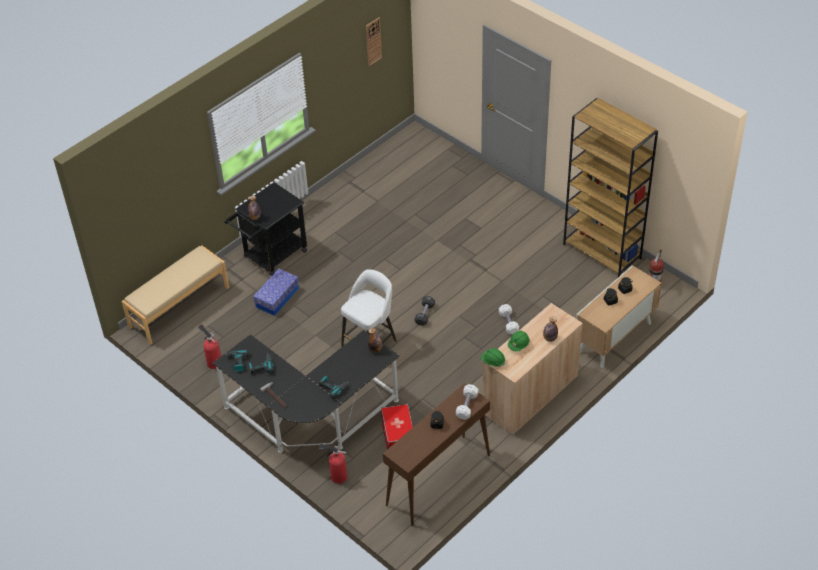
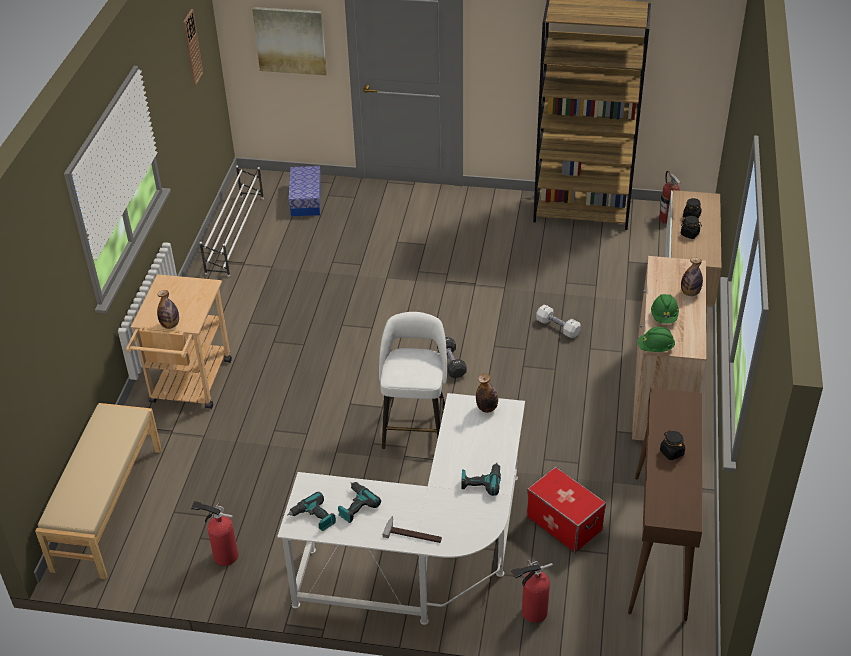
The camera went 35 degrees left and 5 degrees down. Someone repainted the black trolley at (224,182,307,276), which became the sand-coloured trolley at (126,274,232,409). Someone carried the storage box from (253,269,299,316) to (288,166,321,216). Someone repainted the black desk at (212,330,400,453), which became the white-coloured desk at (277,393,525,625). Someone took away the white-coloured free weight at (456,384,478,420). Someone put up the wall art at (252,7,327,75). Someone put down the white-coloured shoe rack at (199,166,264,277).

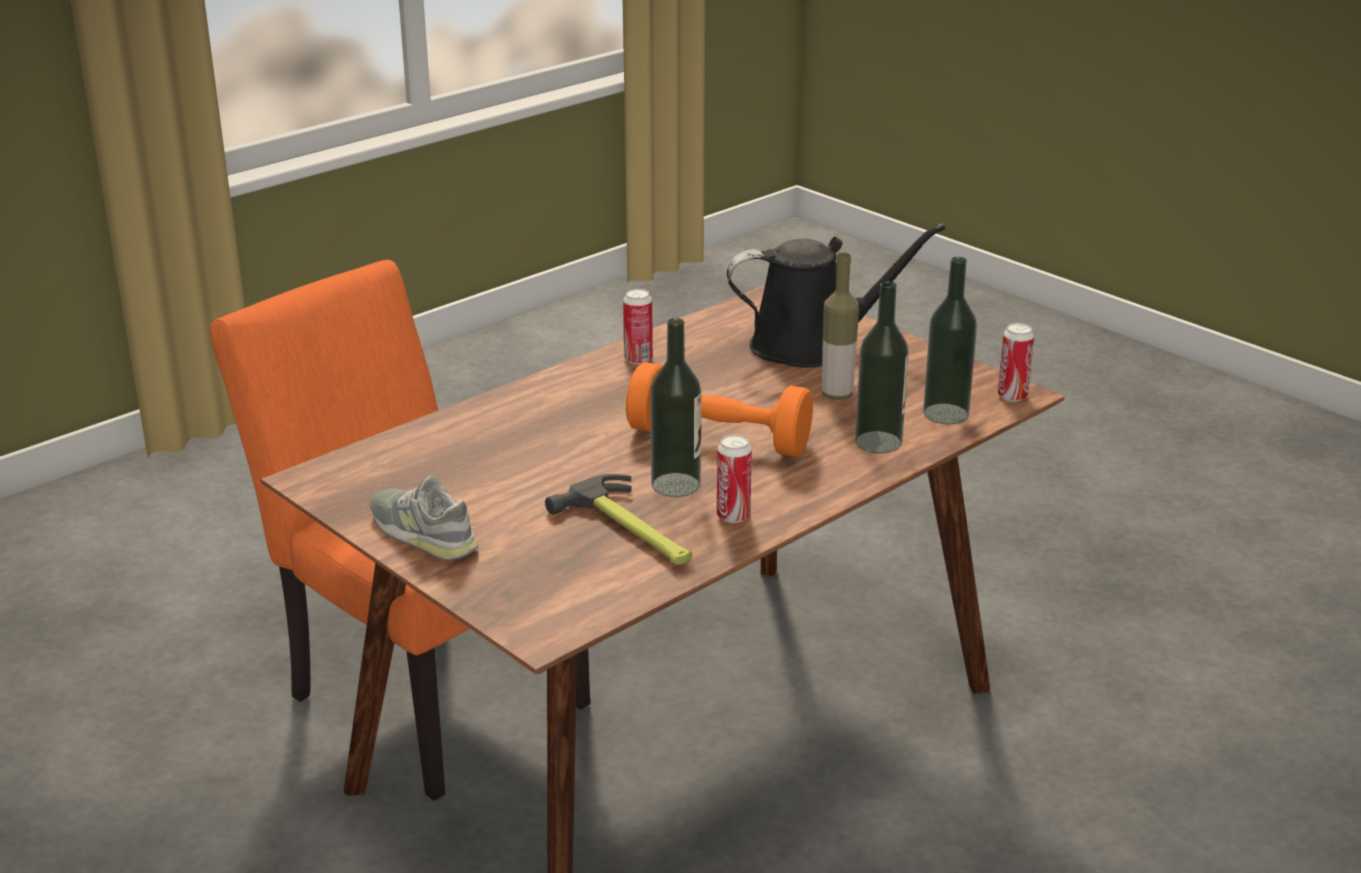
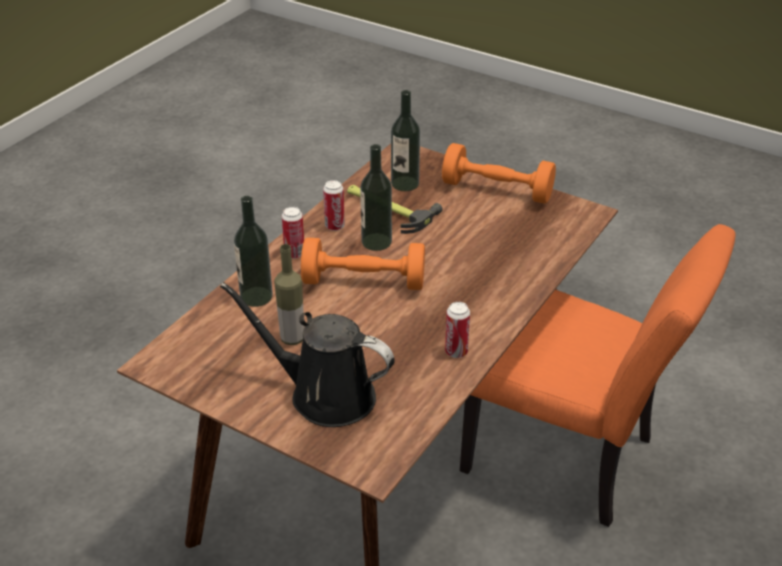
The camera went 165 degrees right and 10 degrees up. Someone rotated the black watering can at (727,224,945,368) by 45 degrees clockwise. Someone carried the bottle from (923,257,977,425) to (391,90,420,191). Someone carried the metal can from (998,323,1034,402) to (282,207,304,259). Someone swapped the gray shoe at (370,475,478,560) for the orange free weight at (442,143,556,204).

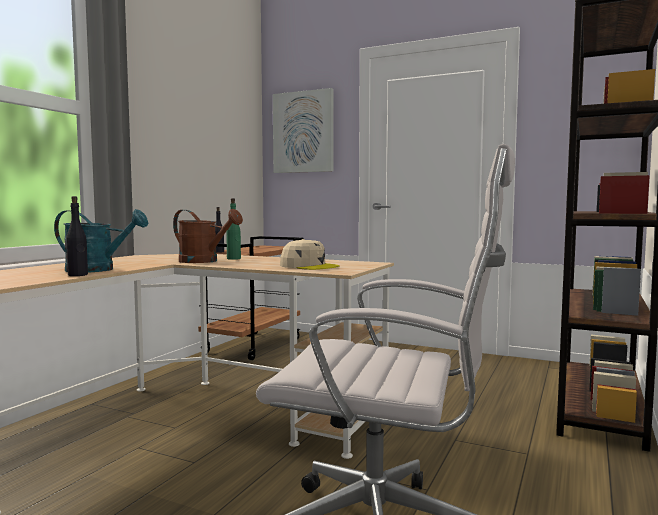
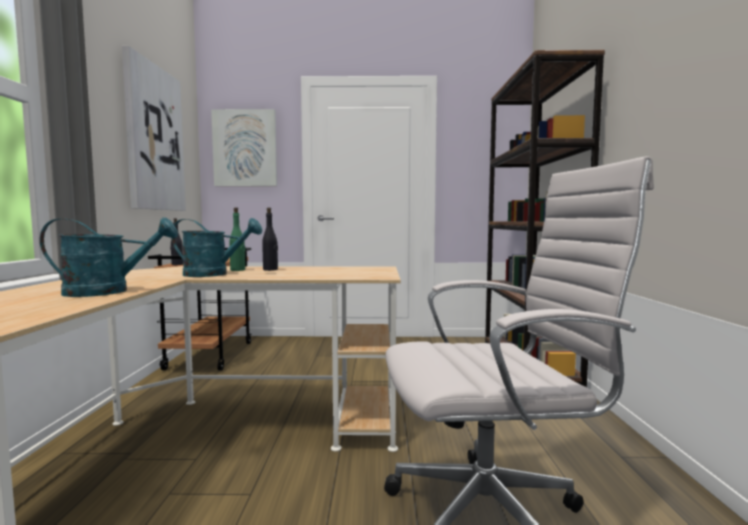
The camera went 25 degrees left and 0 degrees up. Someone carried the black bottle from (66,196,88,276) to (262,208,278,271). Someone repainted the brownish watering can at (173,209,243,263), which became the blue-green watering can at (171,218,262,277). Someone took away the sand-coloured cap at (280,239,340,270). Someone put up the wall art at (122,46,186,211).

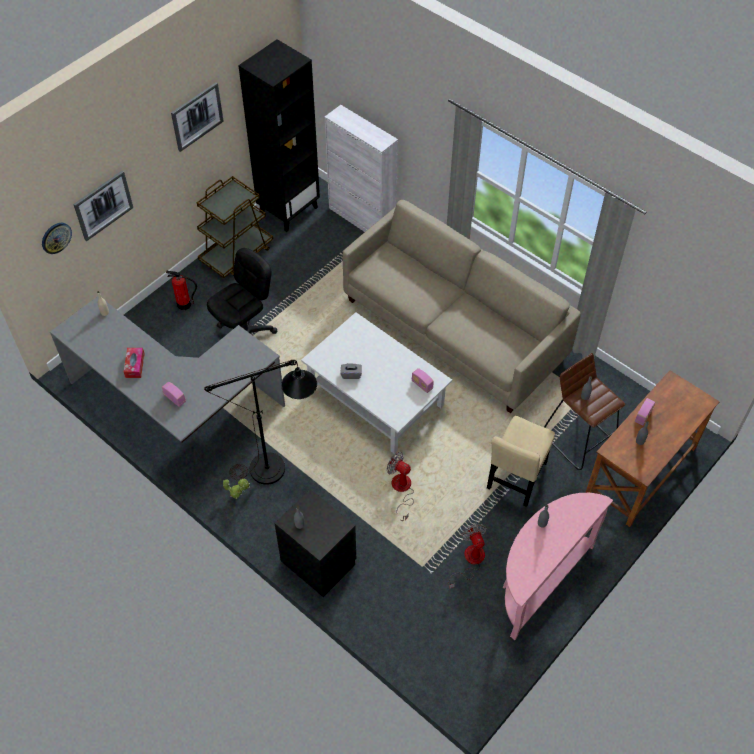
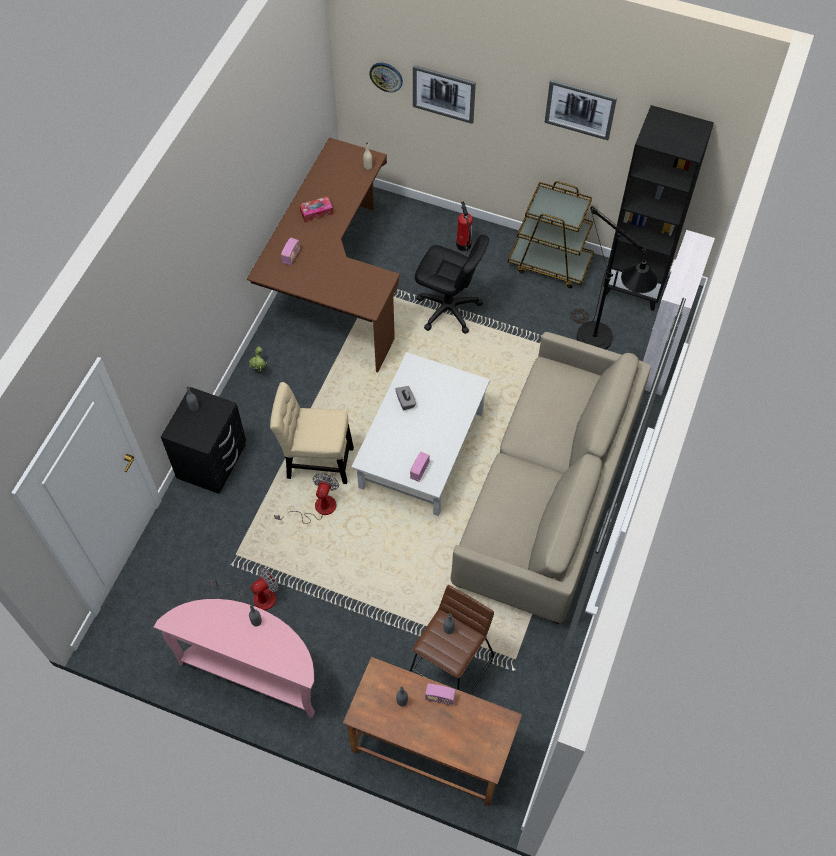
The camera went 70 degrees right and 5 degrees up. Someone repainted the gray desk at (50,296,285,442), which became the brownish desk at (247,137,400,373). Someone carried the black floor lamp from (204,360,317,485) to (570,206,658,350). Someone carried the sand-coloured upright chair from (487,416,555,507) to (270,382,354,484).

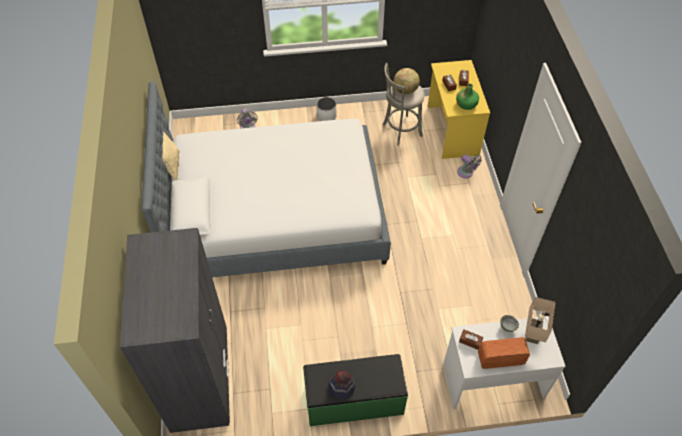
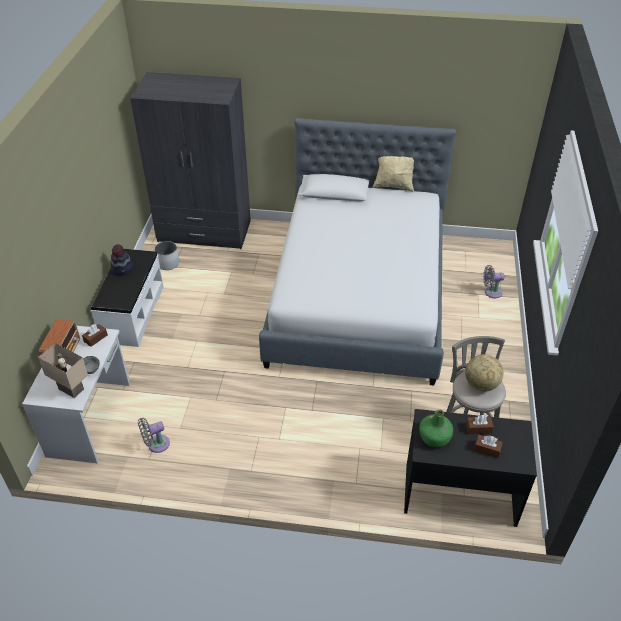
The camera went 105 degrees right and 10 degrees down. Someone repainted the yellow desk at (428,60,490,159), which became the black desk at (404,409,537,527). Someone carried the white-coloured planter from (317,97,337,121) to (154,241,179,270). Someone carried the gray fan from (457,154,482,178) to (138,418,170,453). Someone repainted the green indoor bench at (303,354,408,426), which became the white-coloured indoor bench at (91,249,164,347).

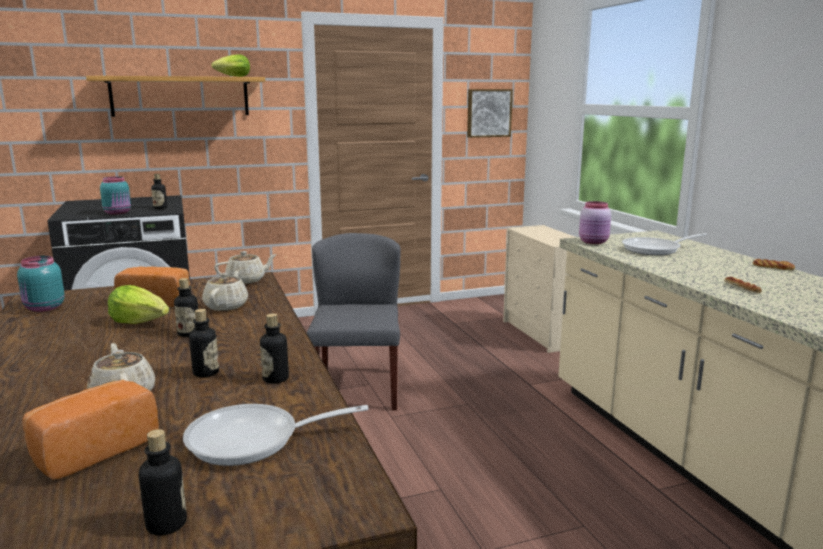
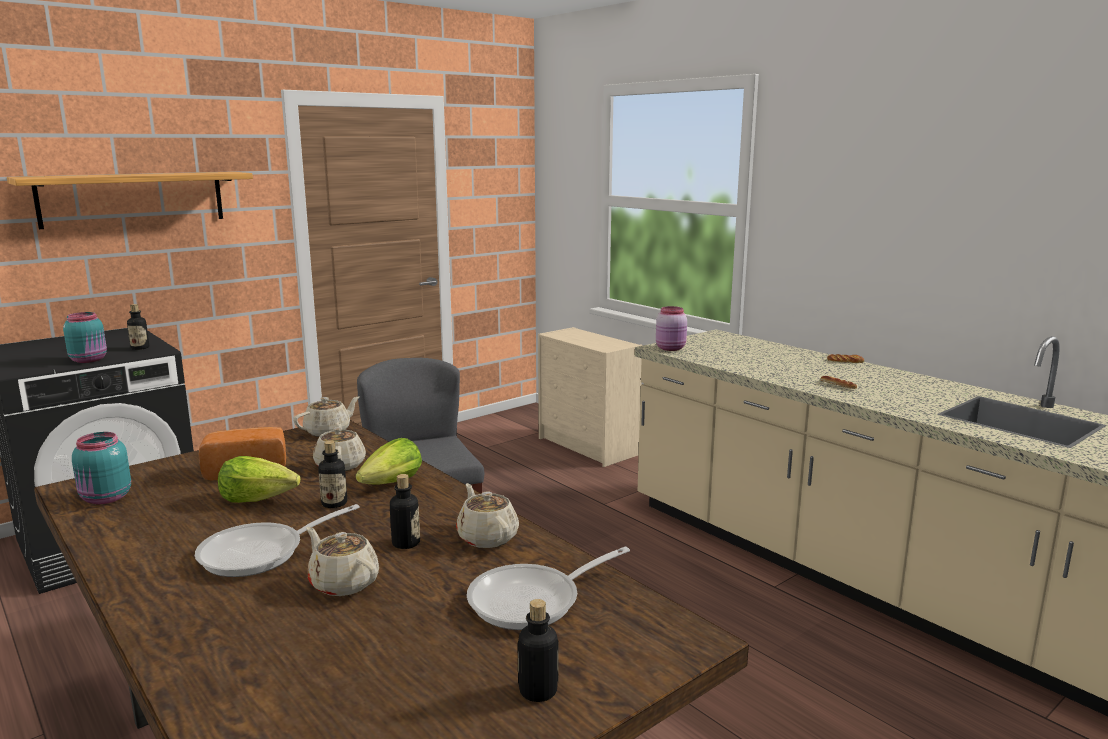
The camera went 20 degrees left and 0 degrees up. Someone carried the head of lettuce from (211,54,250,77) to (356,438,422,485). Someone took away the wall art at (467,89,513,138). Someone carried the skillet from (622,233,707,256) to (195,504,360,577). Someone swapped the bottle at (260,313,289,384) for the sand-coloured teapot at (456,483,519,548). Someone took away the bakery bread at (22,380,159,480).

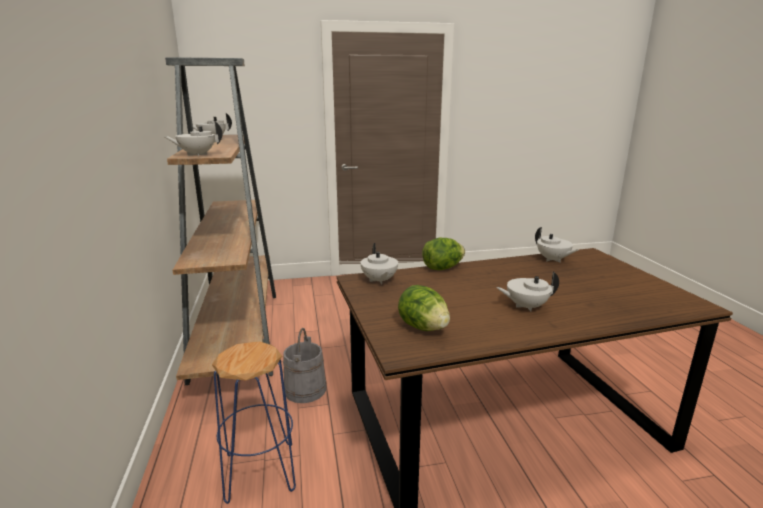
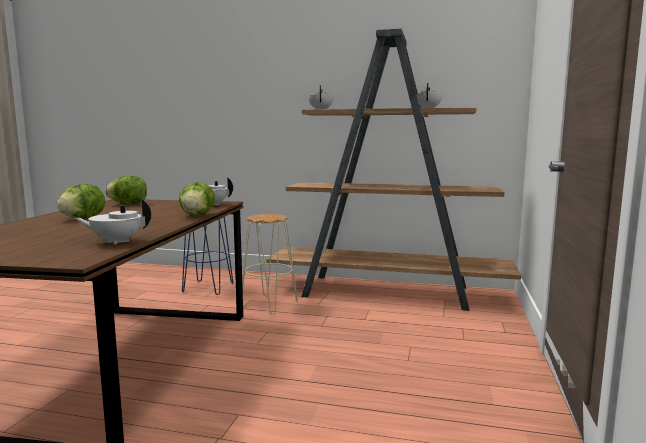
The camera went 115 degrees right and 10 degrees down. Someone swapped the white-coloured teapot at (496,271,559,311) for the head of lettuce at (56,184,105,218). Someone swapped the gray bucket at (283,328,326,403) for the sand-coloured stool seat at (242,214,298,314).

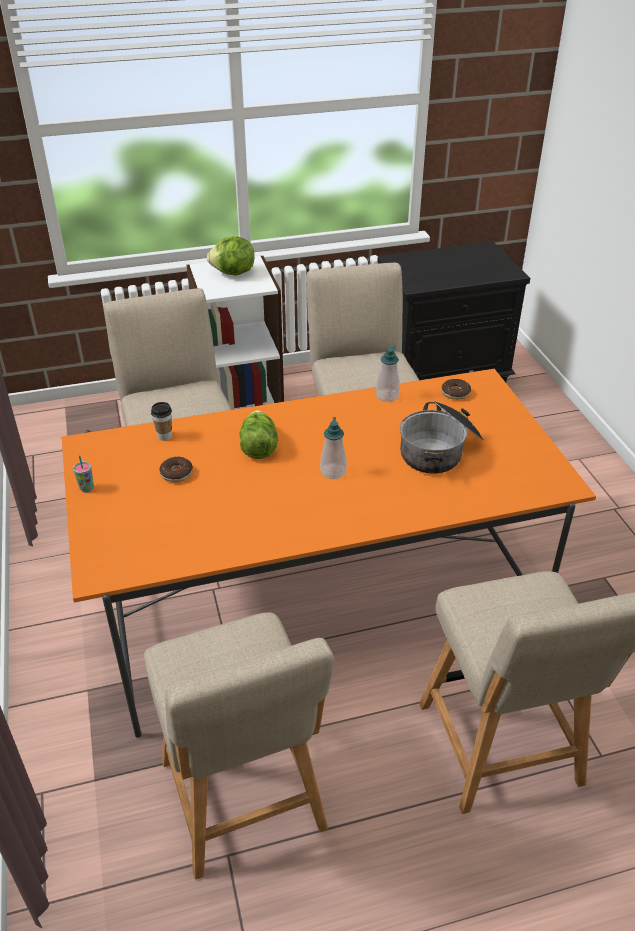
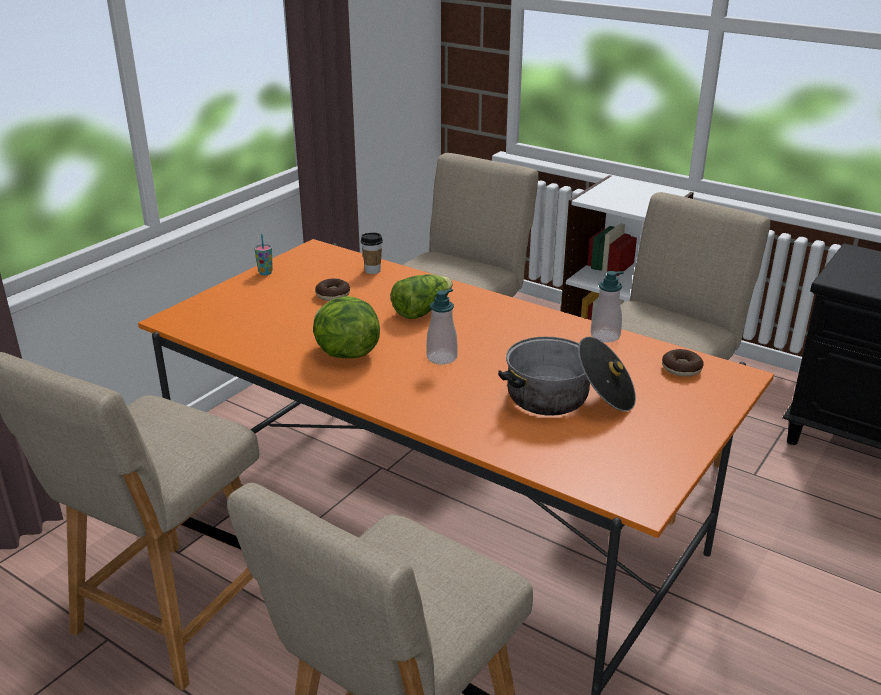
The camera went 50 degrees right and 10 degrees down. Someone carried the head of lettuce from (207,236,255,276) to (313,296,380,358).

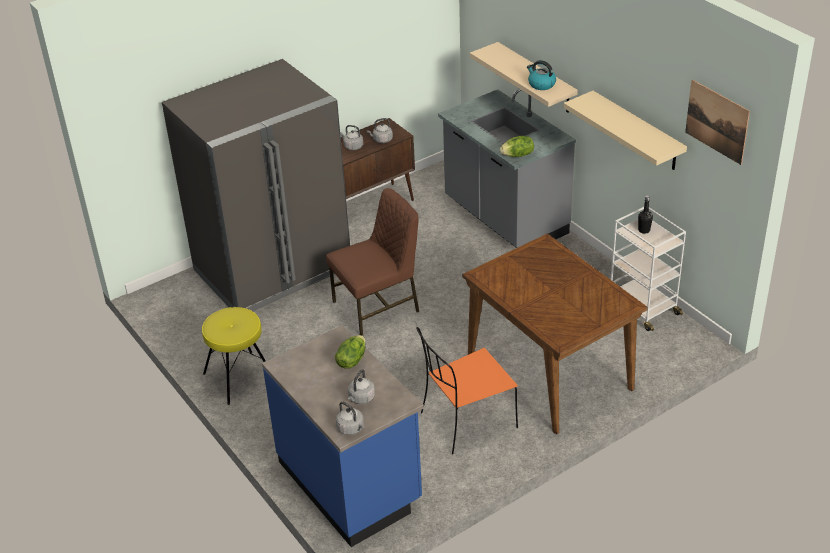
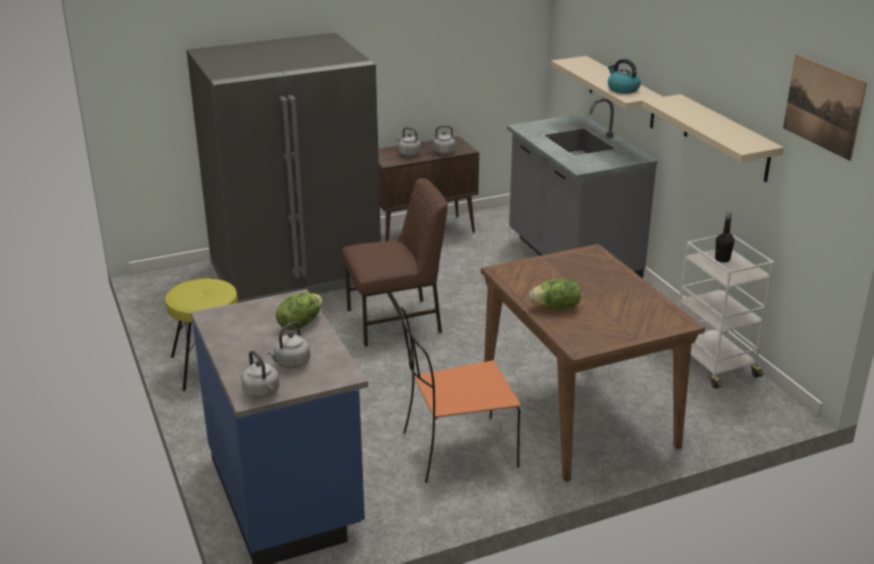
The camera went 10 degrees right and 10 degrees down. Someone carried the head of lettuce from (500,136,534,157) to (529,279,581,309).

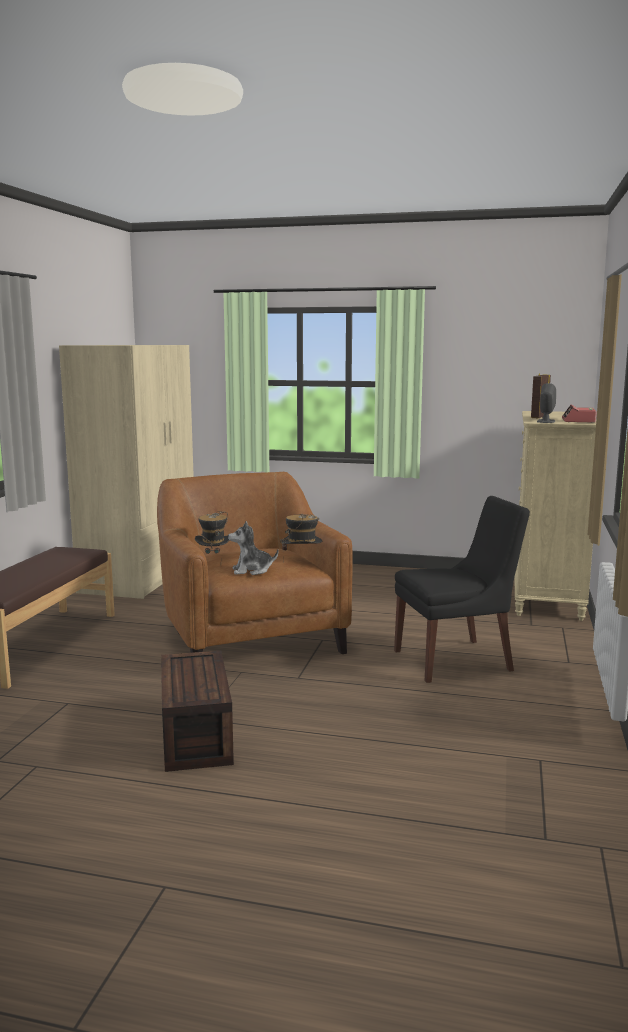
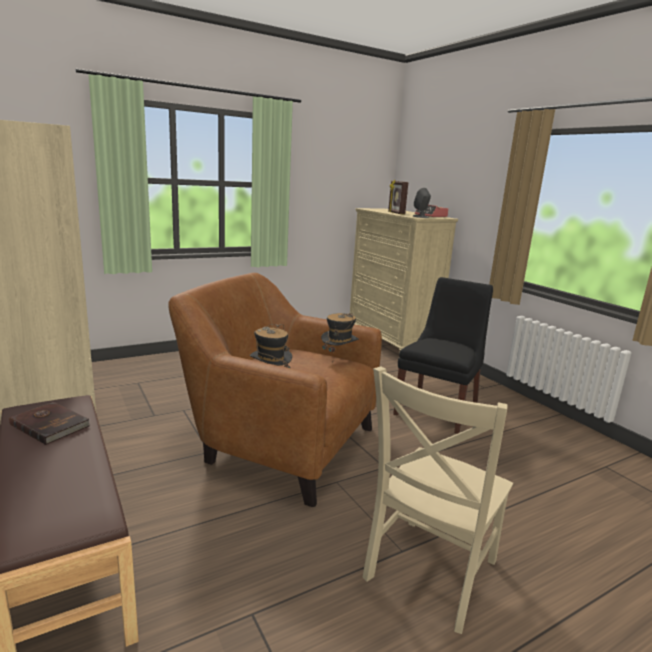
The camera went 45 degrees left and 5 degrees up. Someone took away the plush toy at (228,521,279,575). Someone swapped the brownish storage box at (161,651,234,772) for the sand-coloured upright chair at (362,366,513,634). Someone put down the brownish book at (9,402,90,445).

